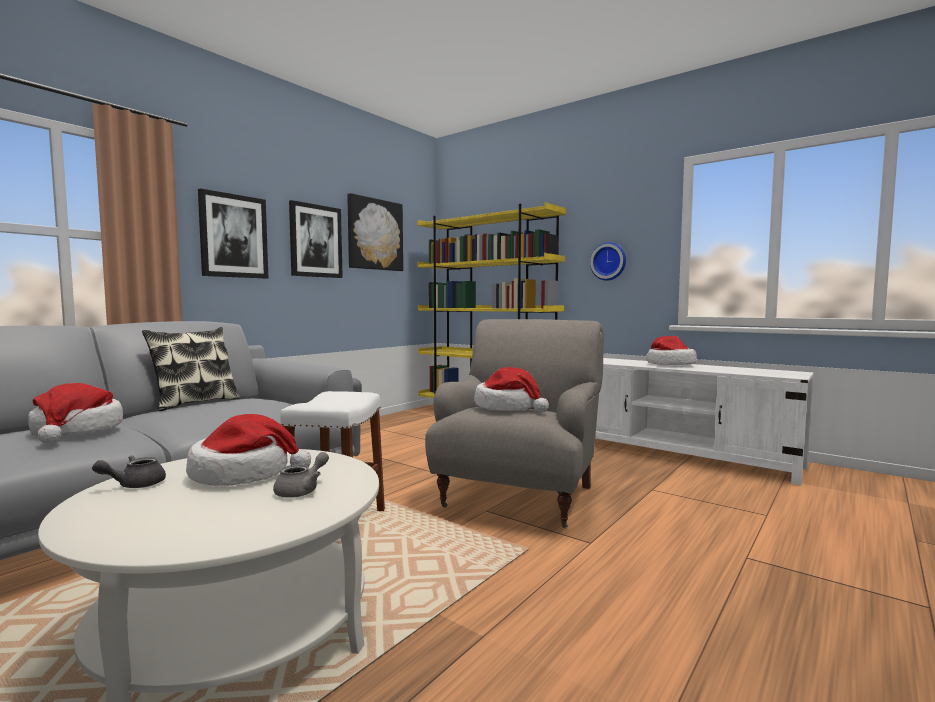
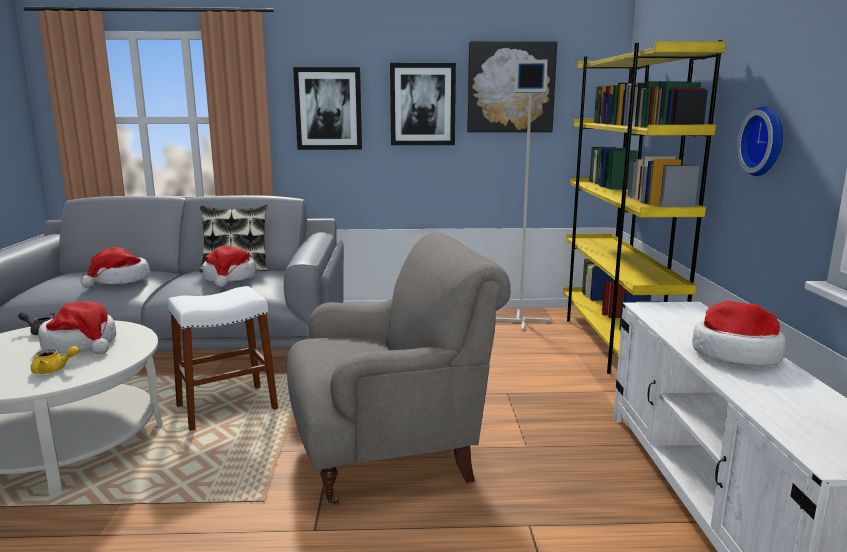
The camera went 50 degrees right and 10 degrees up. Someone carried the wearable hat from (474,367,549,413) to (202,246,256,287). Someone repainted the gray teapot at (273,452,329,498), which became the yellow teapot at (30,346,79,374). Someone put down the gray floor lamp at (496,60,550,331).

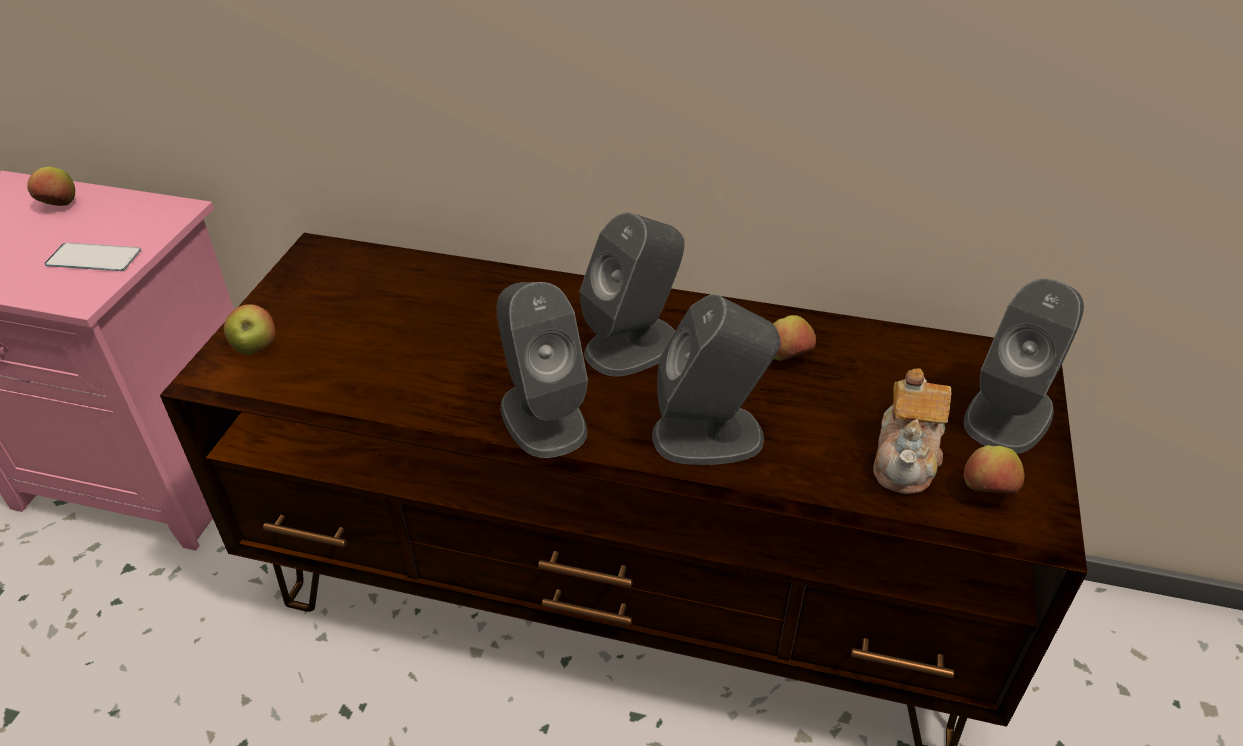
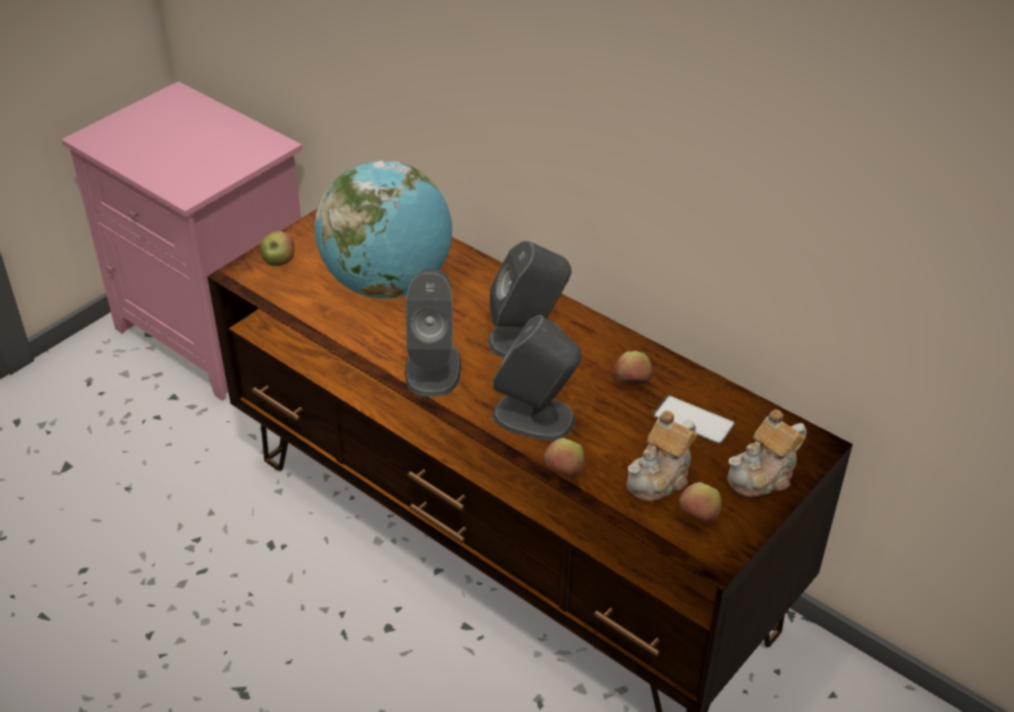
The camera went 25 degrees right and 0 degrees up. Someone carried the apple from (27,166,75,206) to (544,438,585,477). Someone carried the telephone from (44,243,141,271) to (653,396,734,444). Someone swapped the gray speaker at (964,279,1084,454) for the teapot at (727,409,806,497). Someone put down the desk globe at (314,161,452,299).

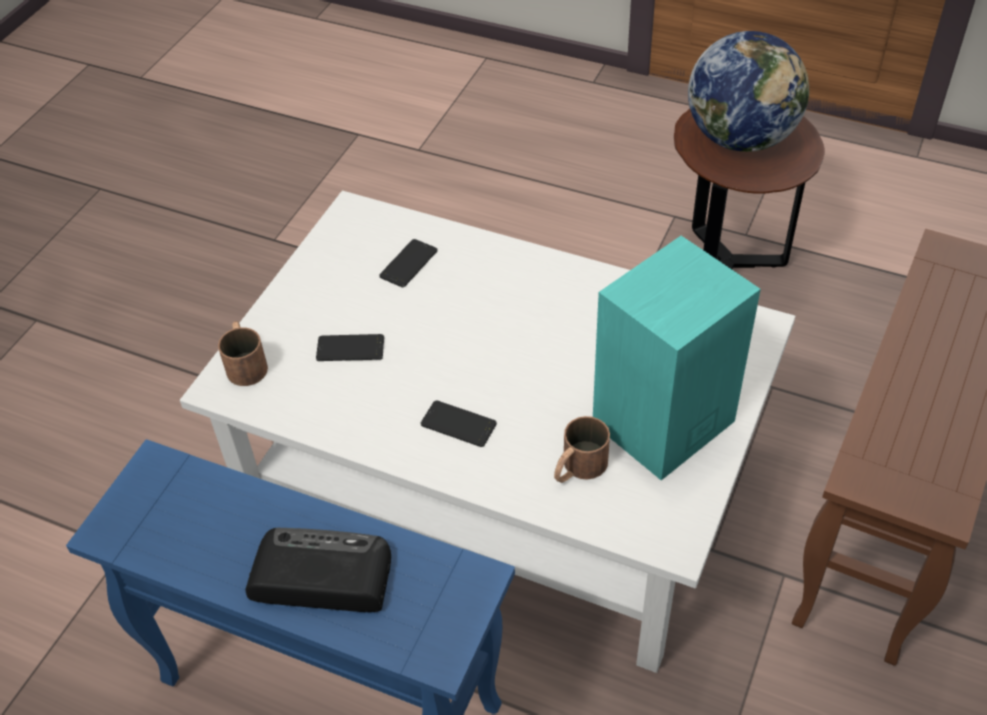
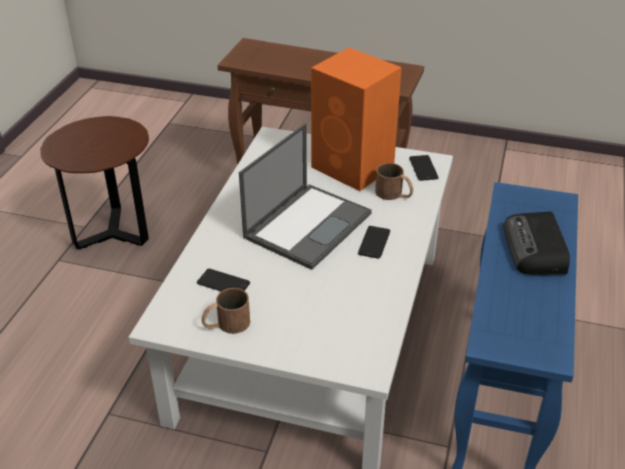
The camera went 100 degrees left and 10 degrees down. Someone took away the desk globe at (688,31,809,152). Someone repainted the blue-green speaker at (593,236,761,480), which became the orange speaker at (311,47,402,191). Someone carried the brownish mug from (218,321,268,386) to (202,288,250,334). Someone carried the telephone from (316,334,384,361) to (409,155,439,181). Someone put down the laptop at (239,123,372,270).

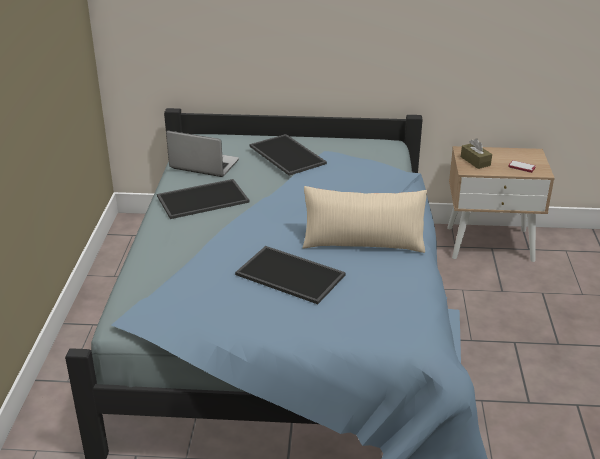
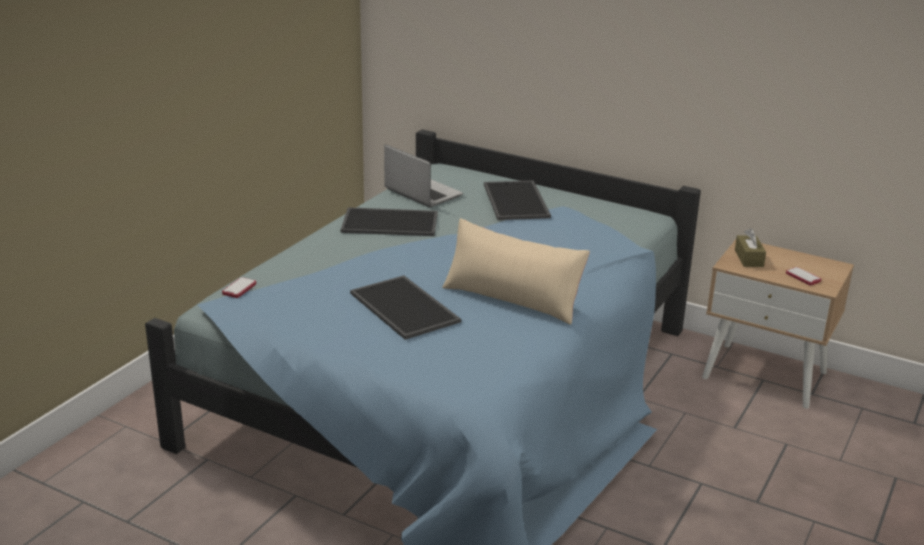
The camera went 25 degrees right and 5 degrees down. Someone put down the telephone at (222,277,256,298).

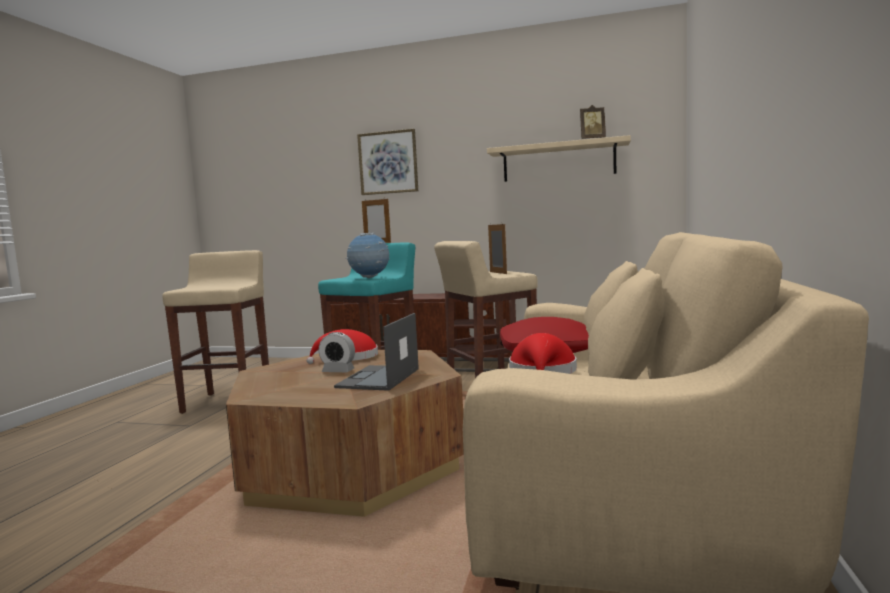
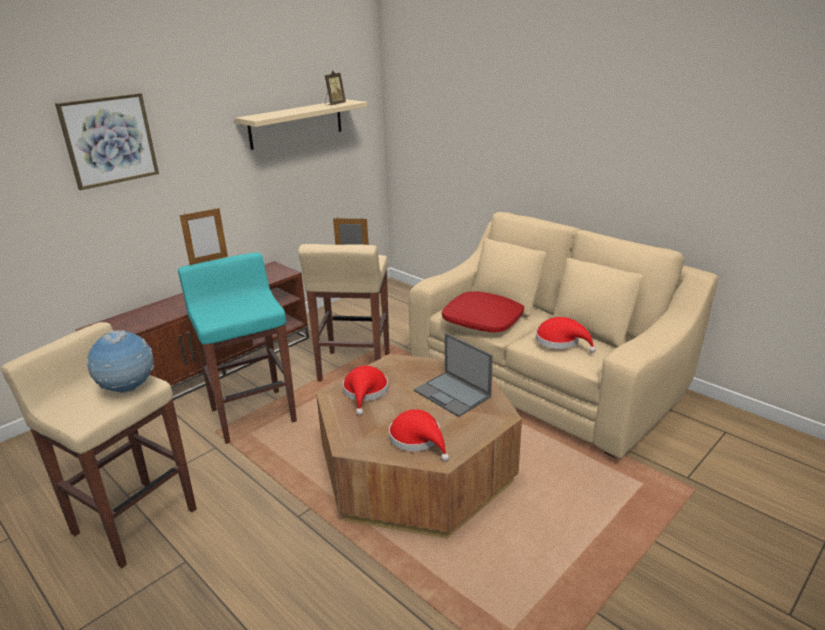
The camera went 60 degrees left and 20 degrees up. Someone carried the desk globe from (346,233,390,278) to (87,330,154,393). Someone took away the alarm clock at (319,332,355,372). Someone put down the red wearable hat at (389,409,449,461).

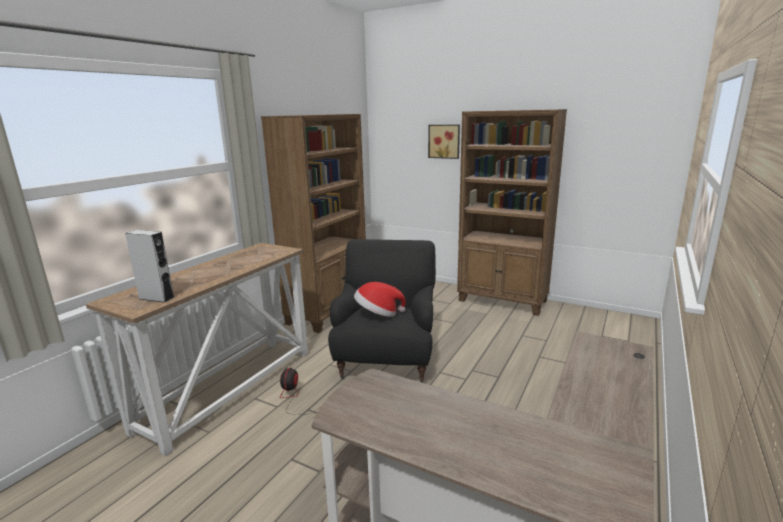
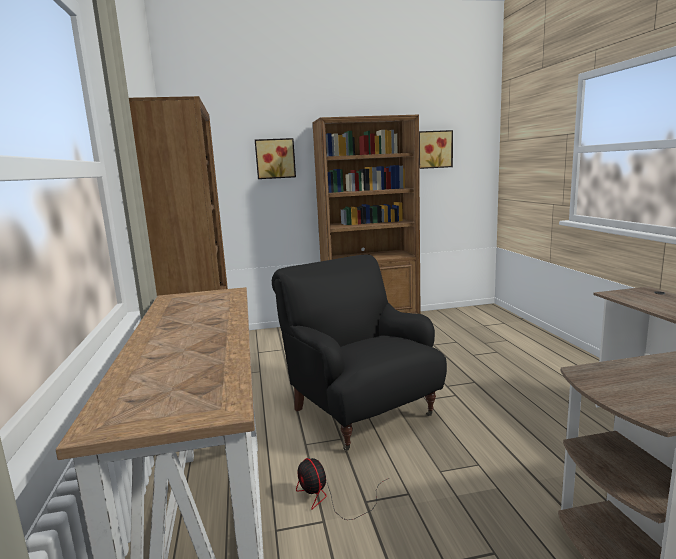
The camera went 40 degrees left and 5 degrees down. Someone took away the gray speaker at (125,230,175,303). Someone took away the wearable hat at (354,282,406,317). Someone put up the wall art at (419,130,453,169).

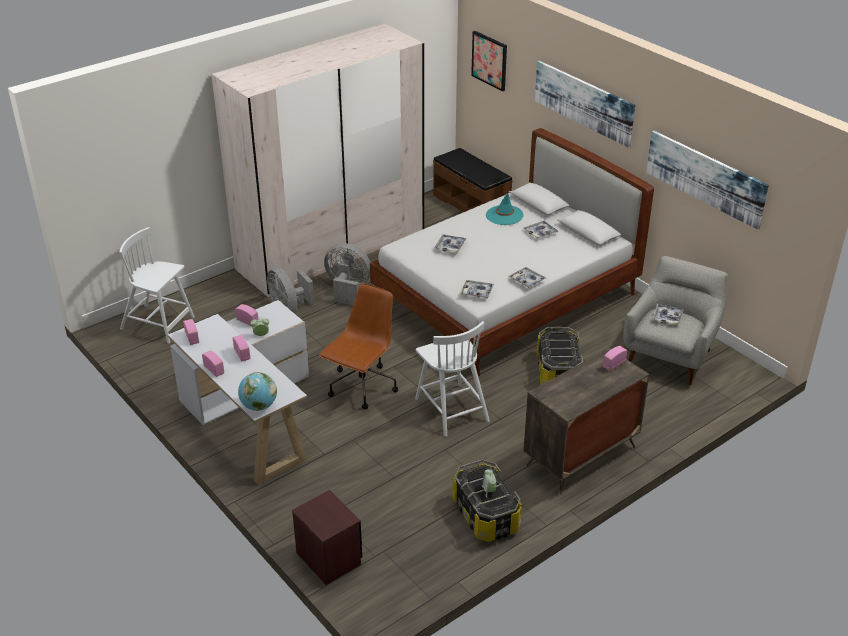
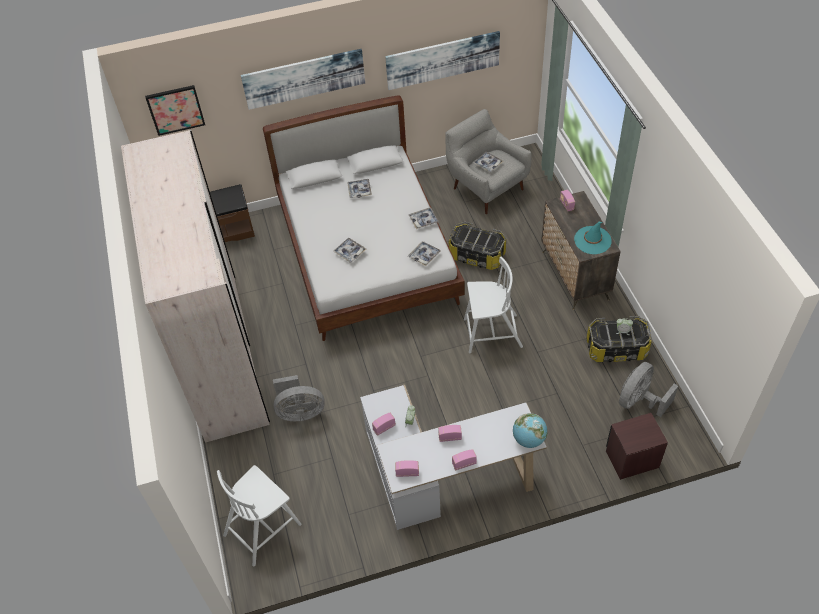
The camera went 65 degrees left and 15 degrees up. Someone carried the blue-green wearable hat from (486,194,523,225) to (574,222,612,254). Someone carried the gray fan from (324,243,370,305) to (619,362,678,417). Someone took away the brownish desk chair at (319,284,398,410).

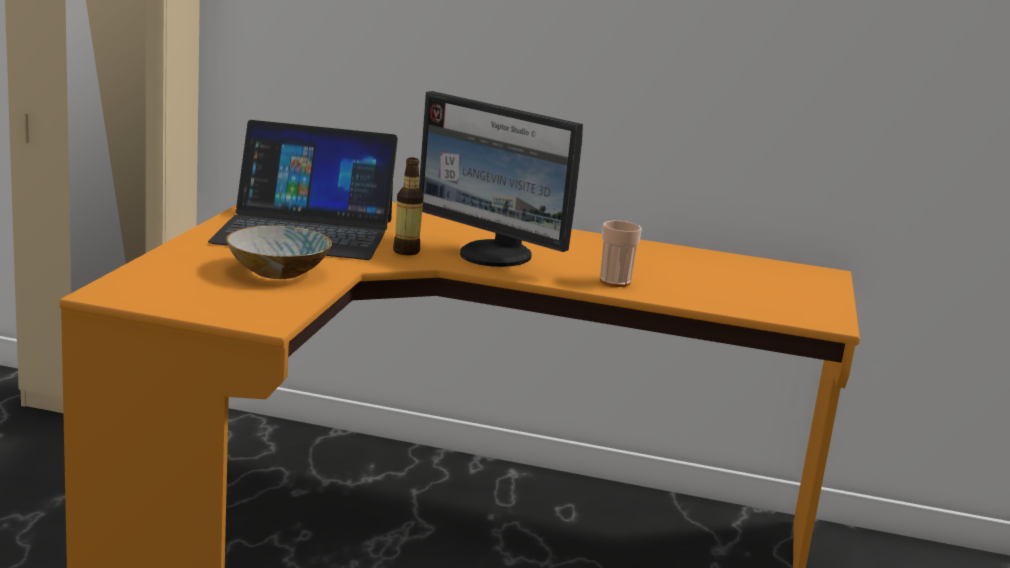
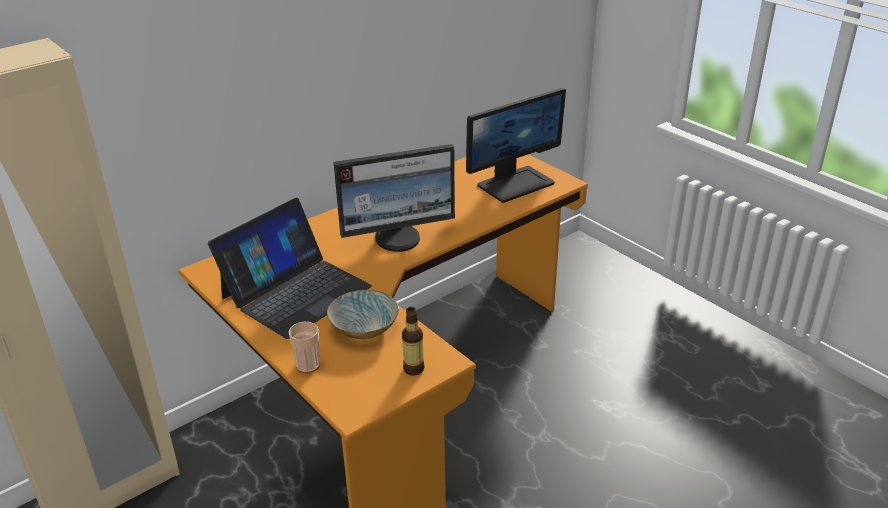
The camera went 50 degrees left and 15 degrees up. Someone carried the bottle from (393,158,424,255) to (402,307,424,376). Someone carried the cup from (600,221,642,287) to (288,322,320,373). Someone put down the computer display at (466,88,566,203).

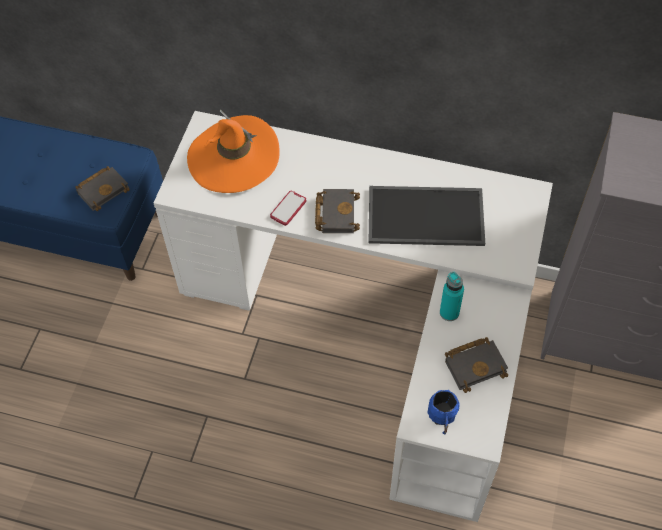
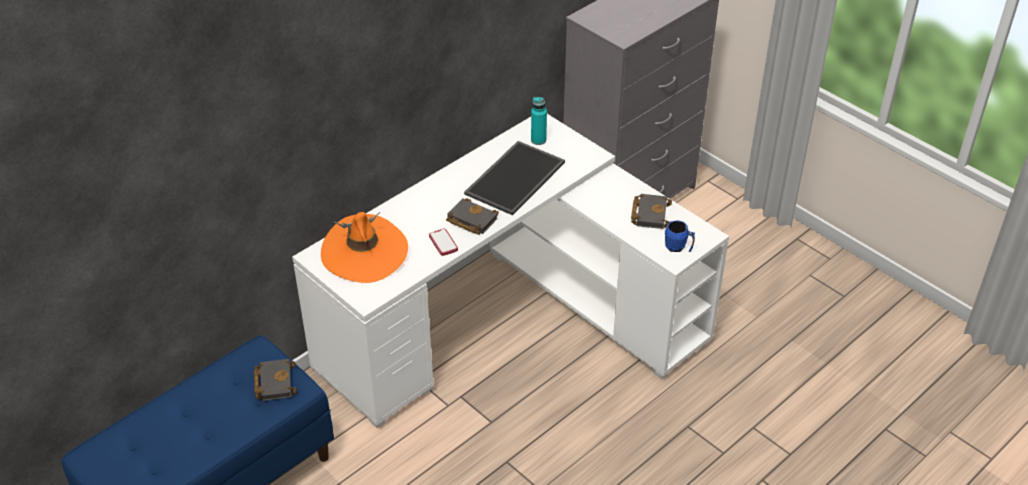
The camera went 60 degrees left and 15 degrees down. Someone carried the blue-green bottle from (440,272,464,321) to (531,97,547,145).

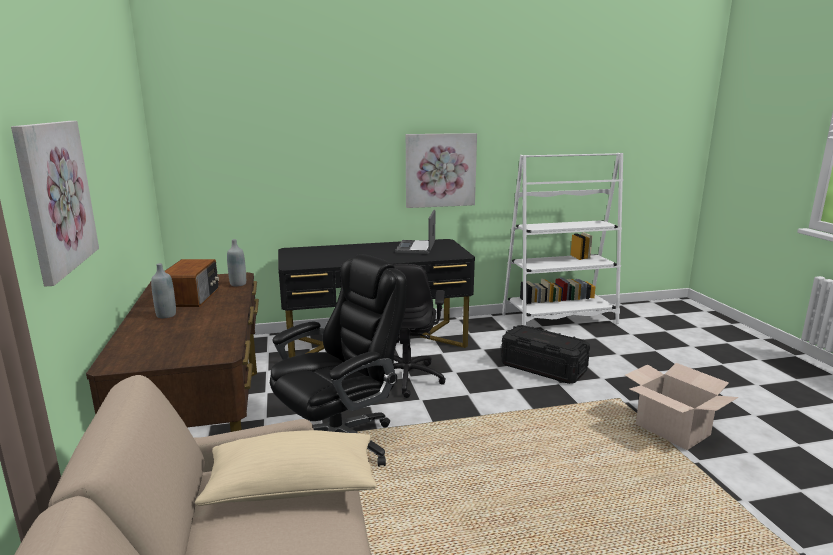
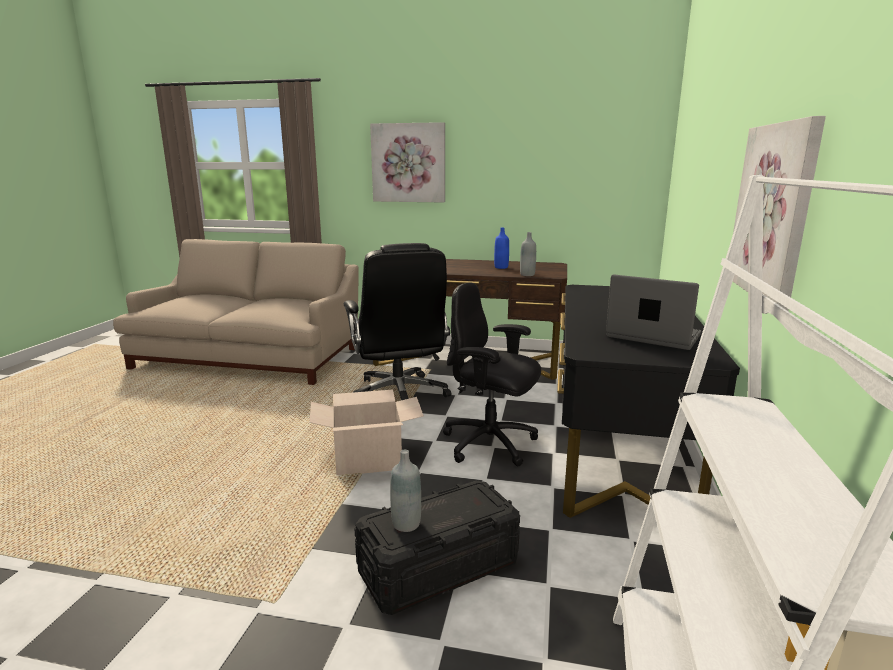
The camera went 115 degrees right and 0 degrees up. Someone swapped the radio set at (165,259,219,307) for the blue-coloured bottle at (494,228,509,269). Someone carried the gray bottle from (151,263,176,318) to (390,450,421,532). Someone carried the cardboard box from (625,363,738,450) to (309,390,424,475). Someone took away the sand-coloured throw pillow at (195,430,377,506).

